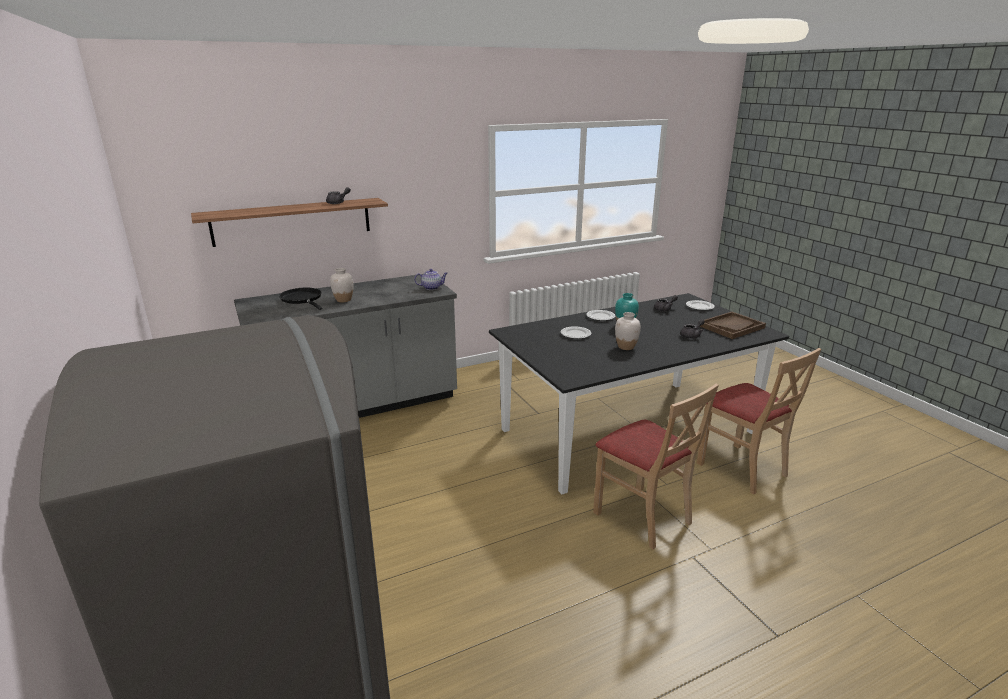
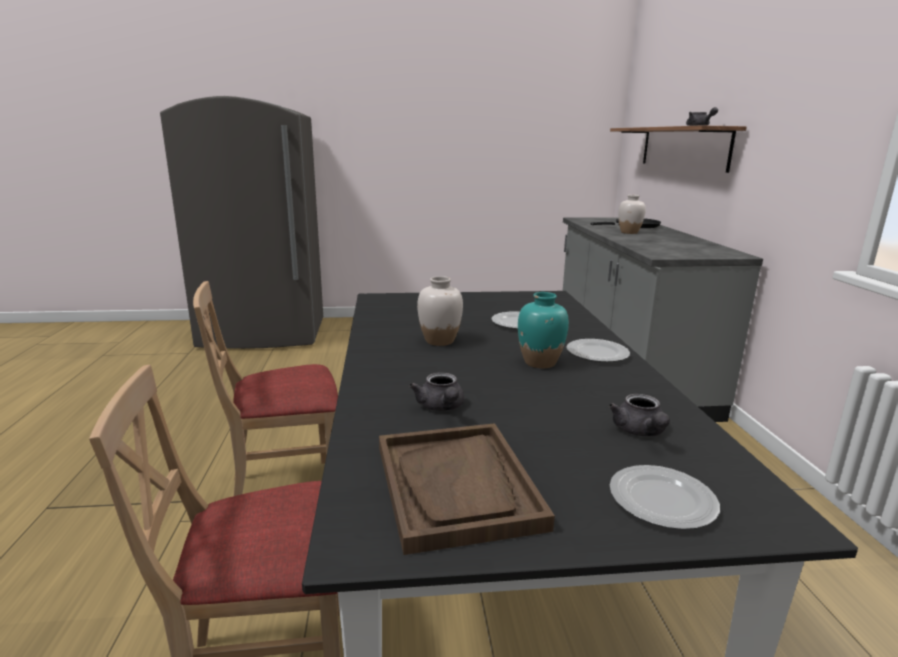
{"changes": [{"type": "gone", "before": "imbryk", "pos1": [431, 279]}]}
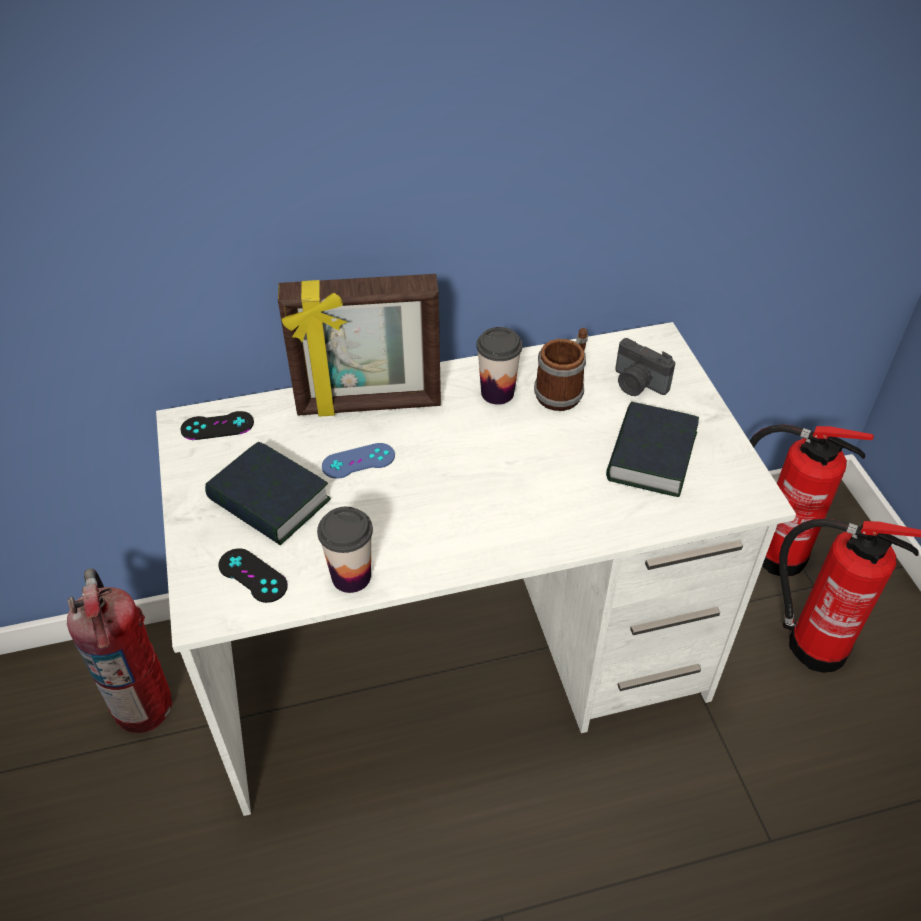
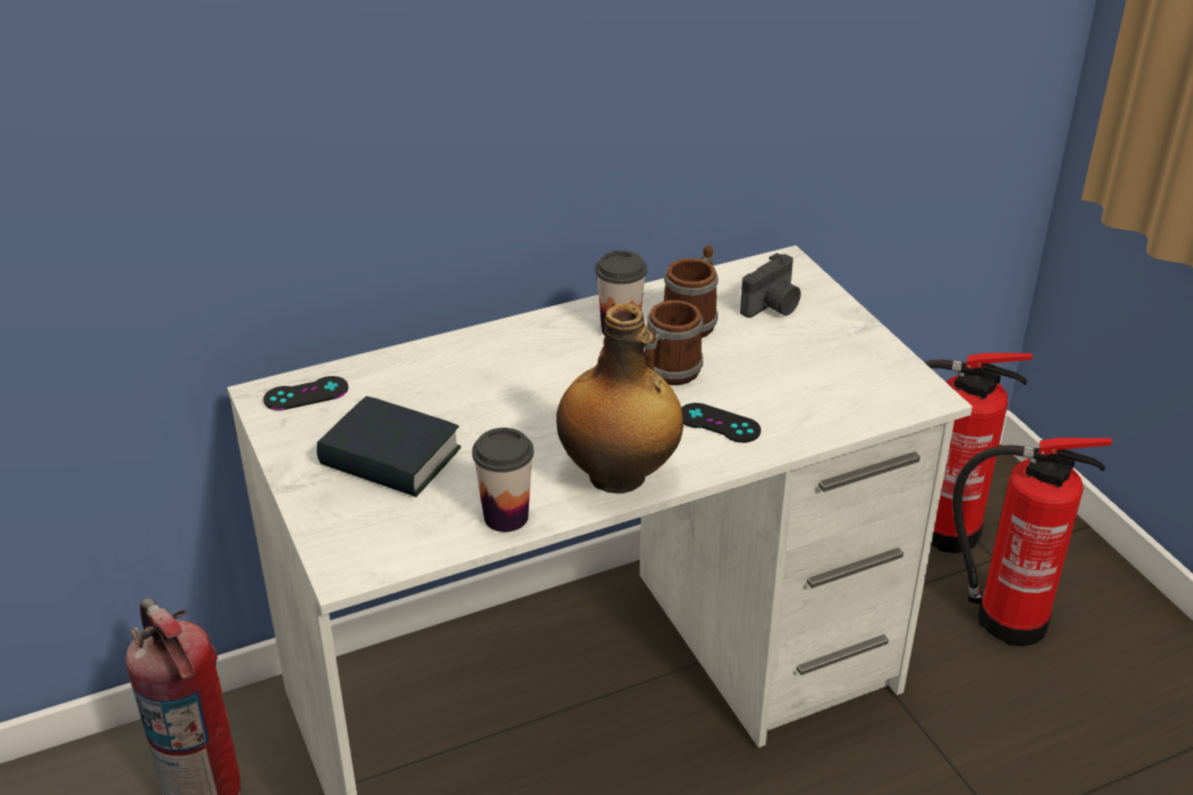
{"changes": [{"type": "gone", "before": "ramka na zdjęcie", "pos1": [359, 345]}, {"type": "rotated", "before": "aparat fotograficzny", "pos1": [645, 367], "pos2": [770, 285], "turn": -75}, {"type": "gone", "before": "książka", "pos1": [652, 449]}, {"type": "gone", "before": "pad do gier [niebieski]", "pos1": [358, 461]}, {"type": "shifted", "before": "pad do gier [czarny]", "pos1": [253, 575], "pos2": [721, 423]}, {"type": "new", "after": "kubek", "pos2": [673, 342]}, {"type": "new", "after": "butelka", "pos2": [619, 398]}]}
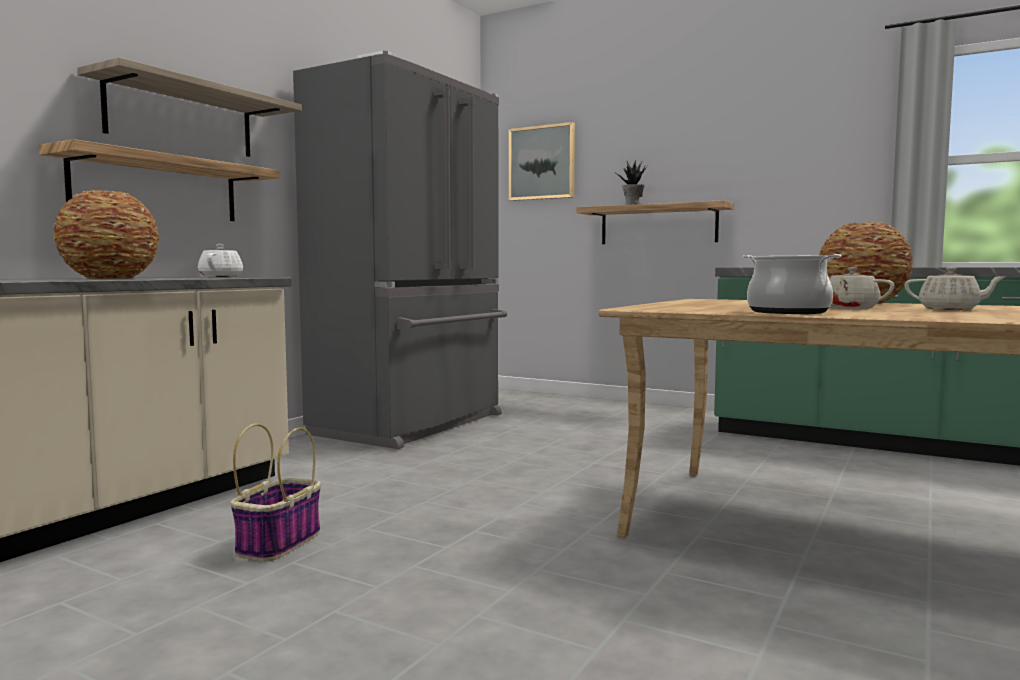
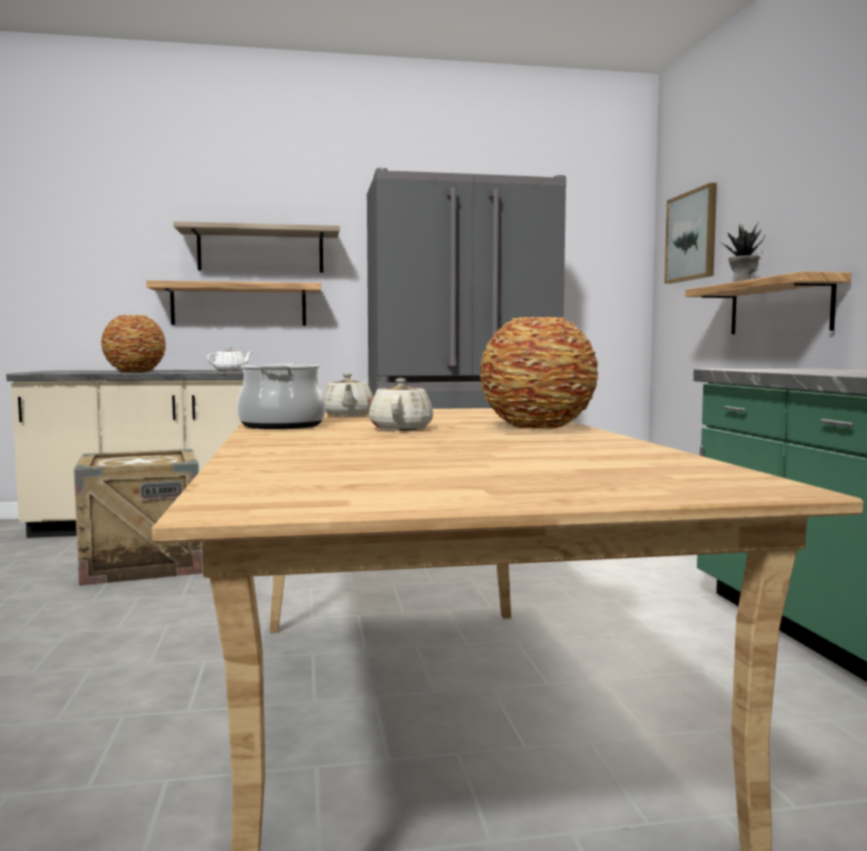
{"changes": [{"type": "shifted", "before": "imbryk [beżowy]", "pos1": [955, 288], "pos2": [348, 394]}, {"type": "swapped", "before": "koszyk", "after": "skrzynka", "pos1": [276, 492], "pos2": [138, 517]}]}
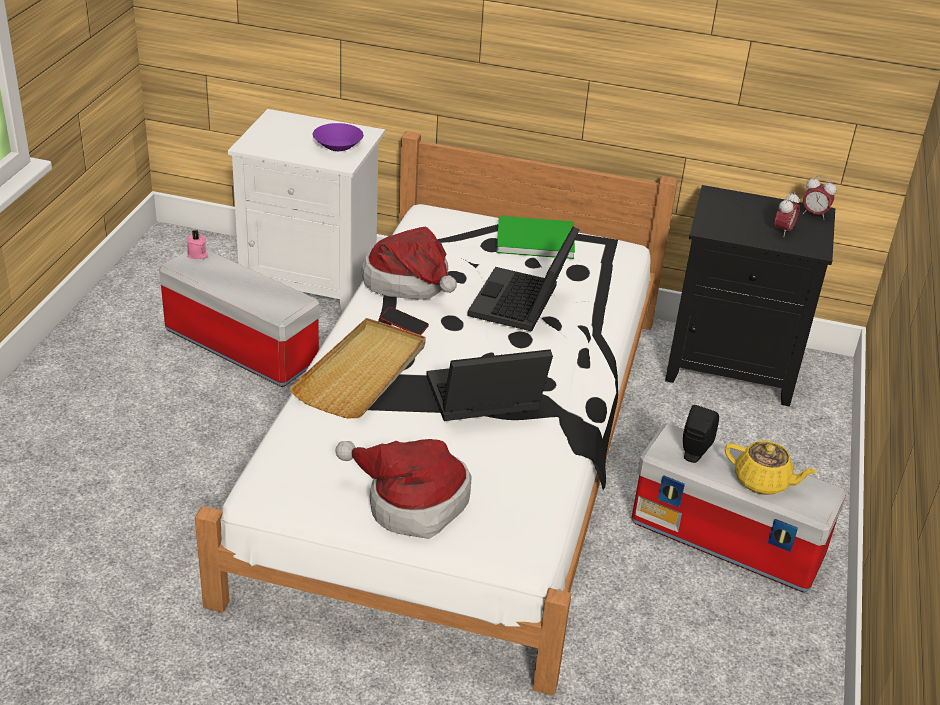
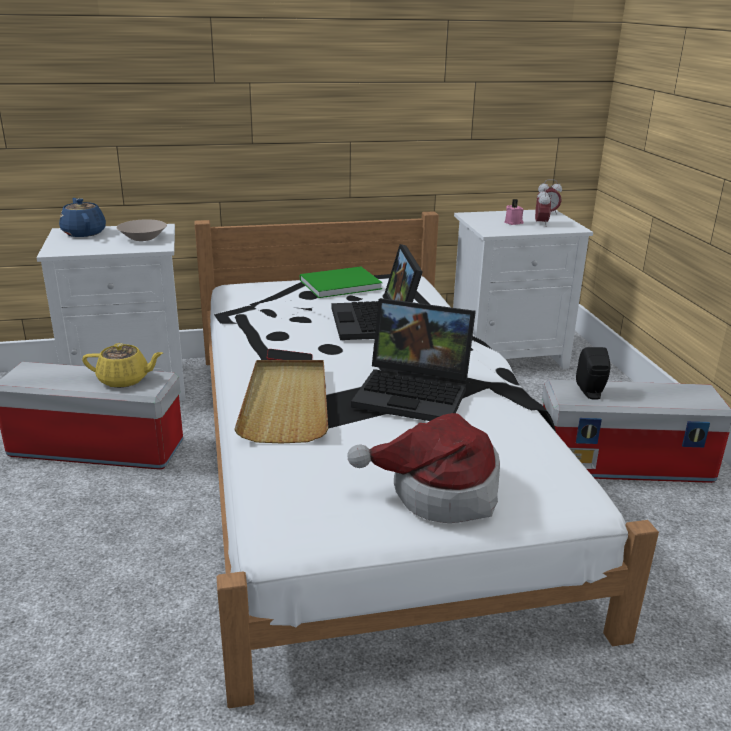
{"changes": [{"type": "repainted", "before": "miska [fioletowy]", "after": "miska [beżowy]", "pos1": [338, 137], "pos2": [142, 230]}, {"type": "repainted", "before": "szafka nocna [czarny]", "after": "szafka nocna [biały]", "pos1": [750, 296], "pos2": [523, 289]}, {"type": "gone", "before": "kapelusz", "pos1": [409, 263]}, {"type": "shifted", "before": "świeca [różowy]", "pos1": [197, 244], "pos2": [514, 212]}, {"type": "rotated", "before": "laptop", "pos1": [489, 385], "pos2": [413, 359], "turn": -120}, {"type": "shifted", "before": "imbryk [żółty]", "pos1": [771, 468], "pos2": [122, 365]}, {"type": "new", "after": "imbryk [niebieski]", "pos2": [82, 217]}]}
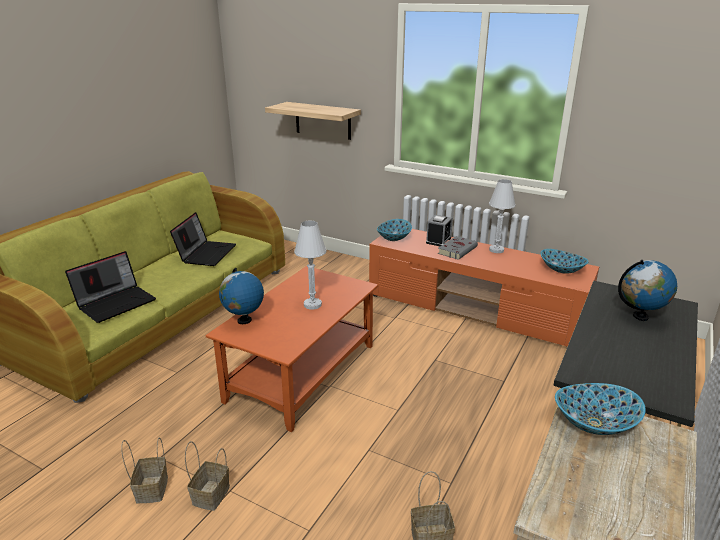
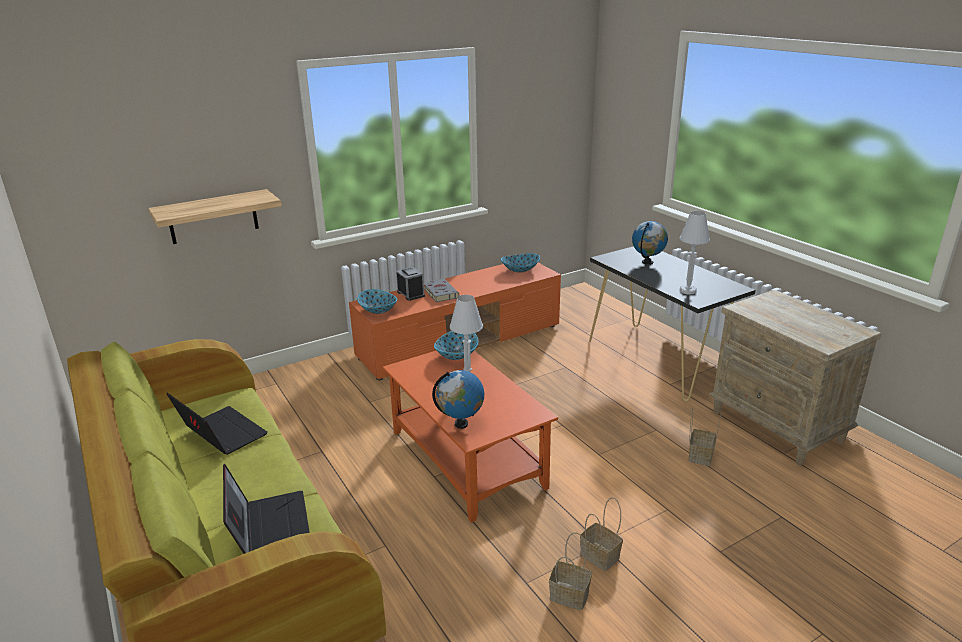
{"changes": [{"type": "shifted", "before": "lampa stołowa [biały]", "pos1": [502, 216], "pos2": [695, 252]}, {"type": "shifted", "before": "miska", "pos1": [600, 409], "pos2": [456, 345]}]}
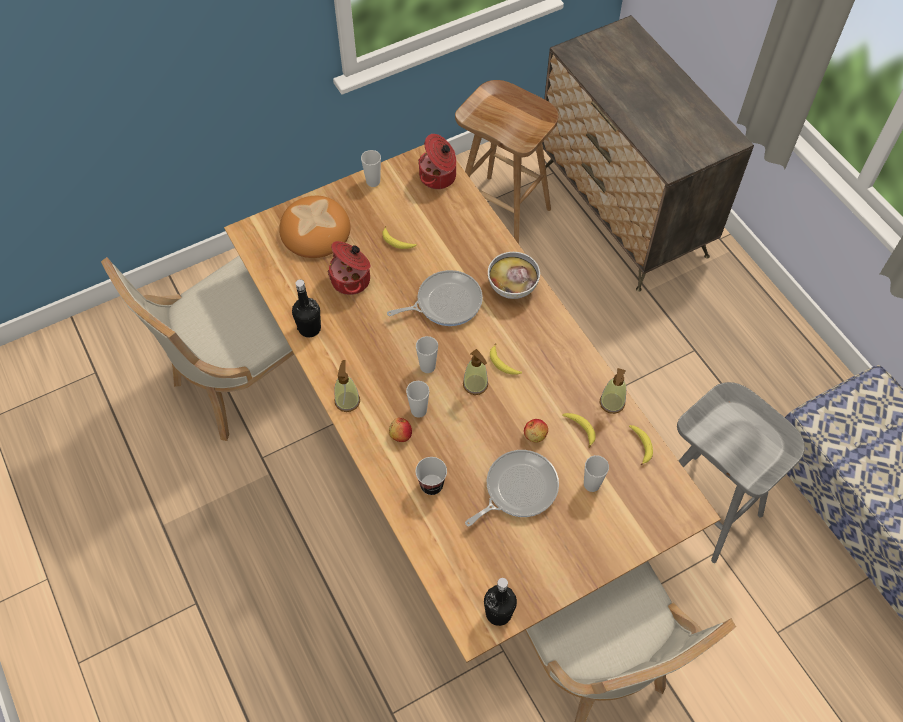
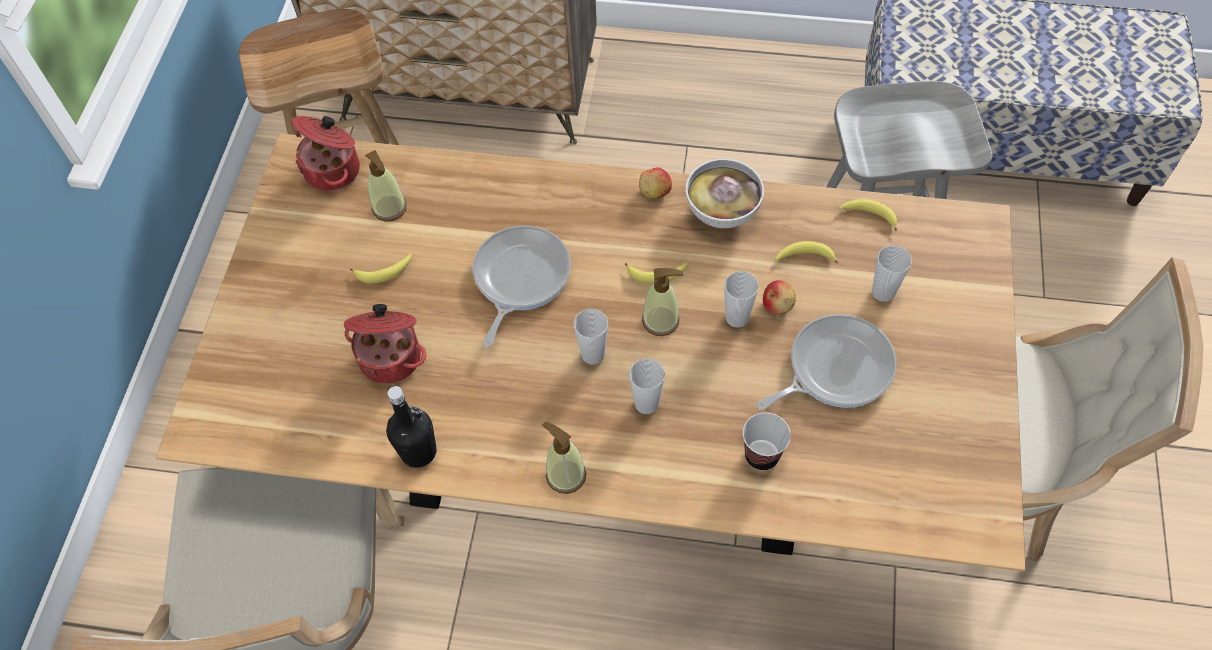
{"changes": [{"type": "shifted", "before": "filiżanka", "pos1": [371, 168], "pos2": [741, 299]}, {"type": "gone", "before": "chleb", "pos1": [314, 227]}, {"type": "shifted", "before": "miska", "pos1": [514, 275], "pos2": [725, 193]}, {"type": "shifted", "before": "dozownik mydła", "pos1": [613, 391], "pos2": [386, 185]}, {"type": "shifted", "before": "jabłko", "pos1": [400, 430], "pos2": [655, 183]}, {"type": "rotated", "before": "patelnia", "pos1": [512, 488], "pos2": [826, 362], "turn": 60}, {"type": "gone", "before": "butelka [czarny]", "pos1": [500, 602]}]}
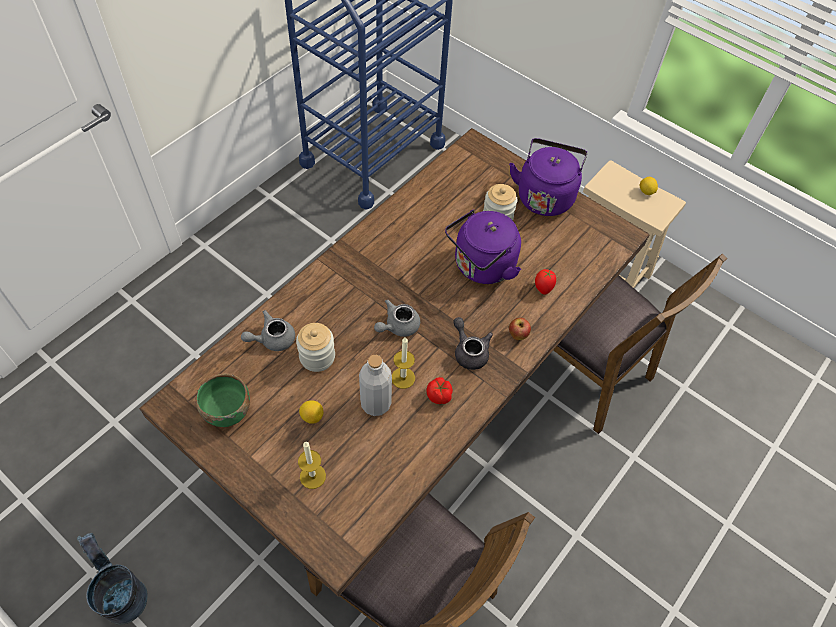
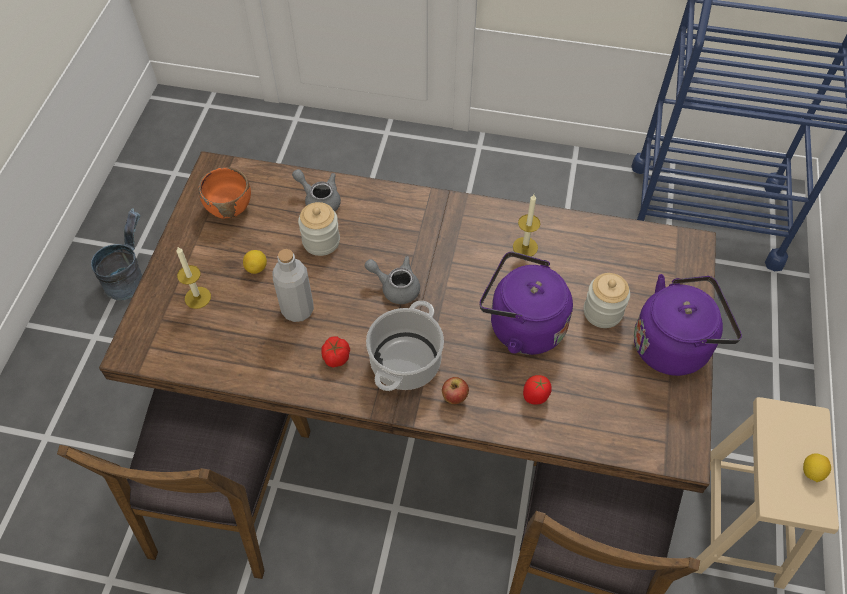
{"changes": [{"type": "swapped", "before": "imbryk [szary]", "after": "garnek", "pos1": [473, 343], "pos2": [405, 346]}, {"type": "shifted", "before": "świeca", "pos1": [403, 363], "pos2": [526, 225]}, {"type": "repainted", "before": "miska [zielony]", "after": "miska [pomarańczowy]", "pos1": [223, 400], "pos2": [224, 193]}]}
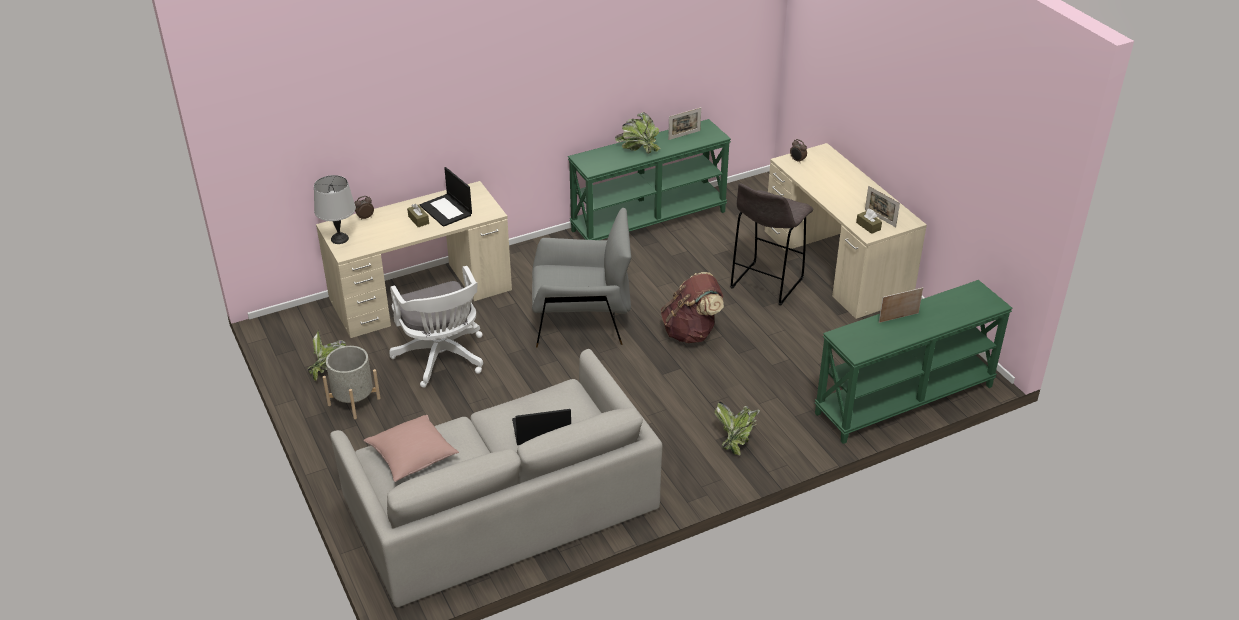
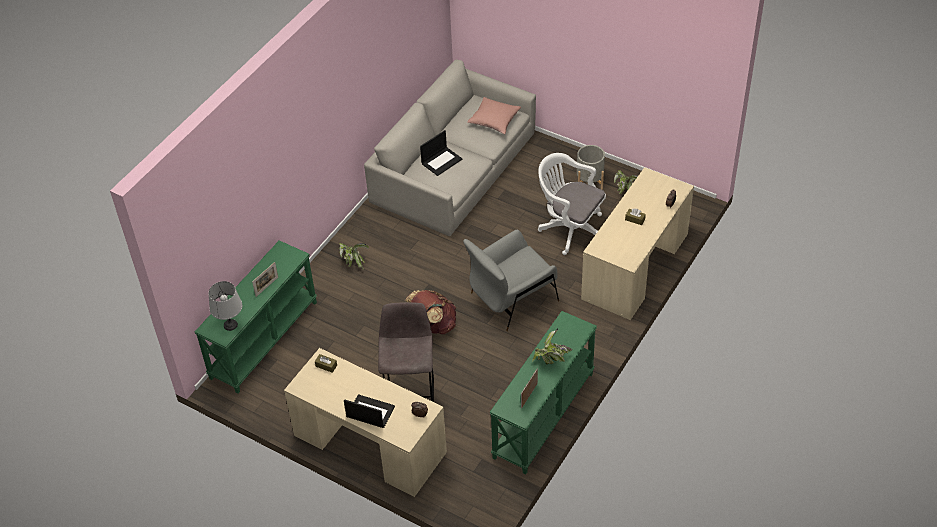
{"changes": [{"type": "shifted", "before": "laptop", "pos1": [446, 197], "pos2": [369, 411]}, {"type": "shifted", "before": "lampa stołowa [szary]", "pos1": [335, 209], "pos2": [225, 306]}, {"type": "gone", "before": "ramka na zdjęcie", "pos1": [882, 206]}]}
